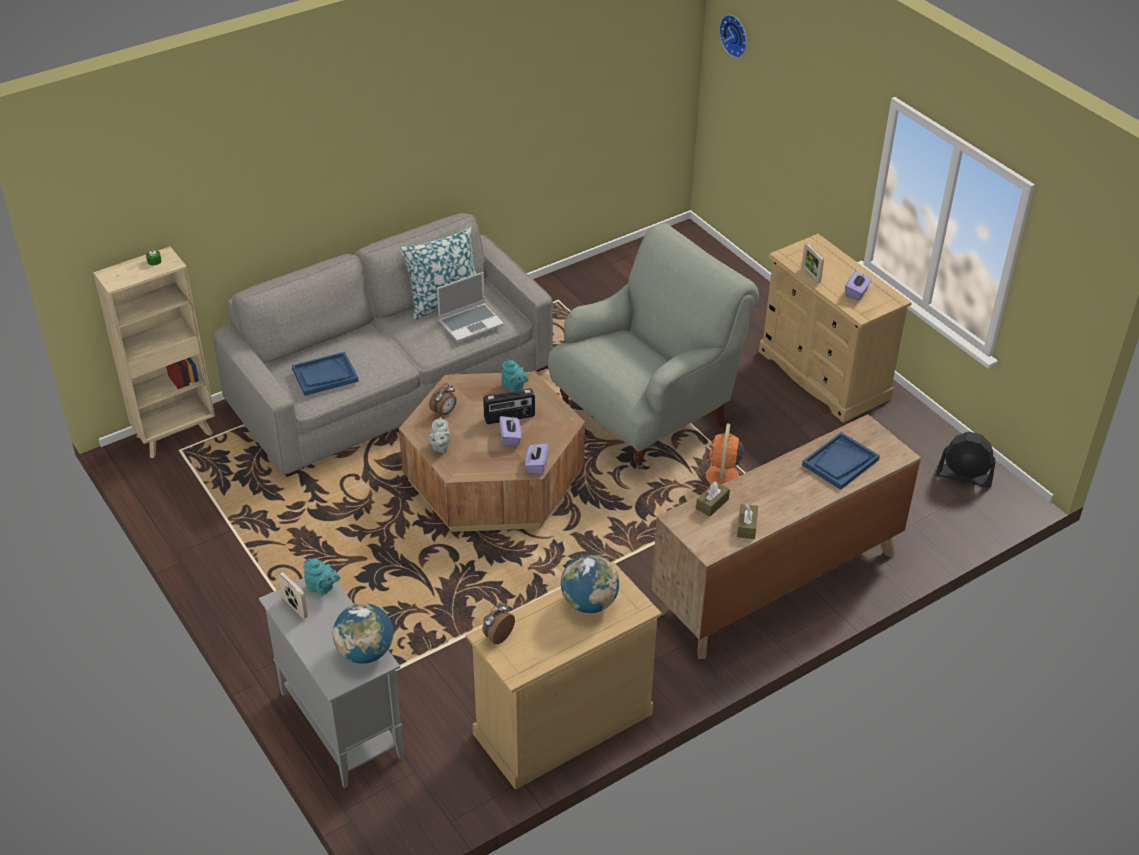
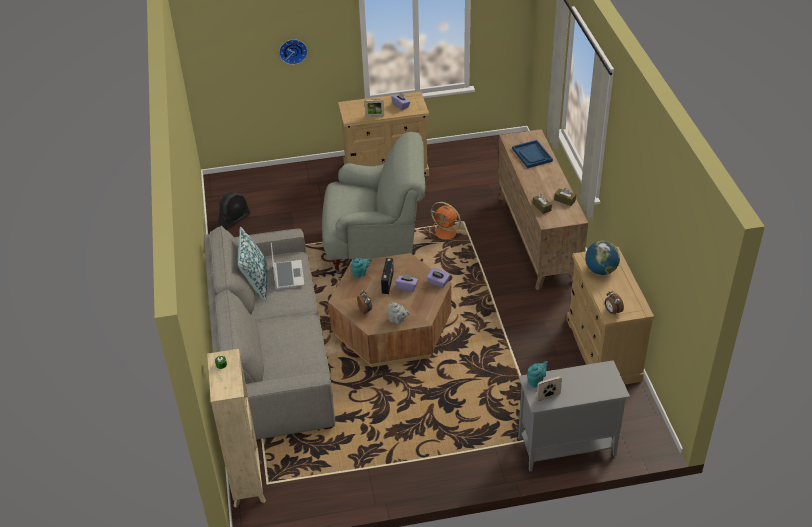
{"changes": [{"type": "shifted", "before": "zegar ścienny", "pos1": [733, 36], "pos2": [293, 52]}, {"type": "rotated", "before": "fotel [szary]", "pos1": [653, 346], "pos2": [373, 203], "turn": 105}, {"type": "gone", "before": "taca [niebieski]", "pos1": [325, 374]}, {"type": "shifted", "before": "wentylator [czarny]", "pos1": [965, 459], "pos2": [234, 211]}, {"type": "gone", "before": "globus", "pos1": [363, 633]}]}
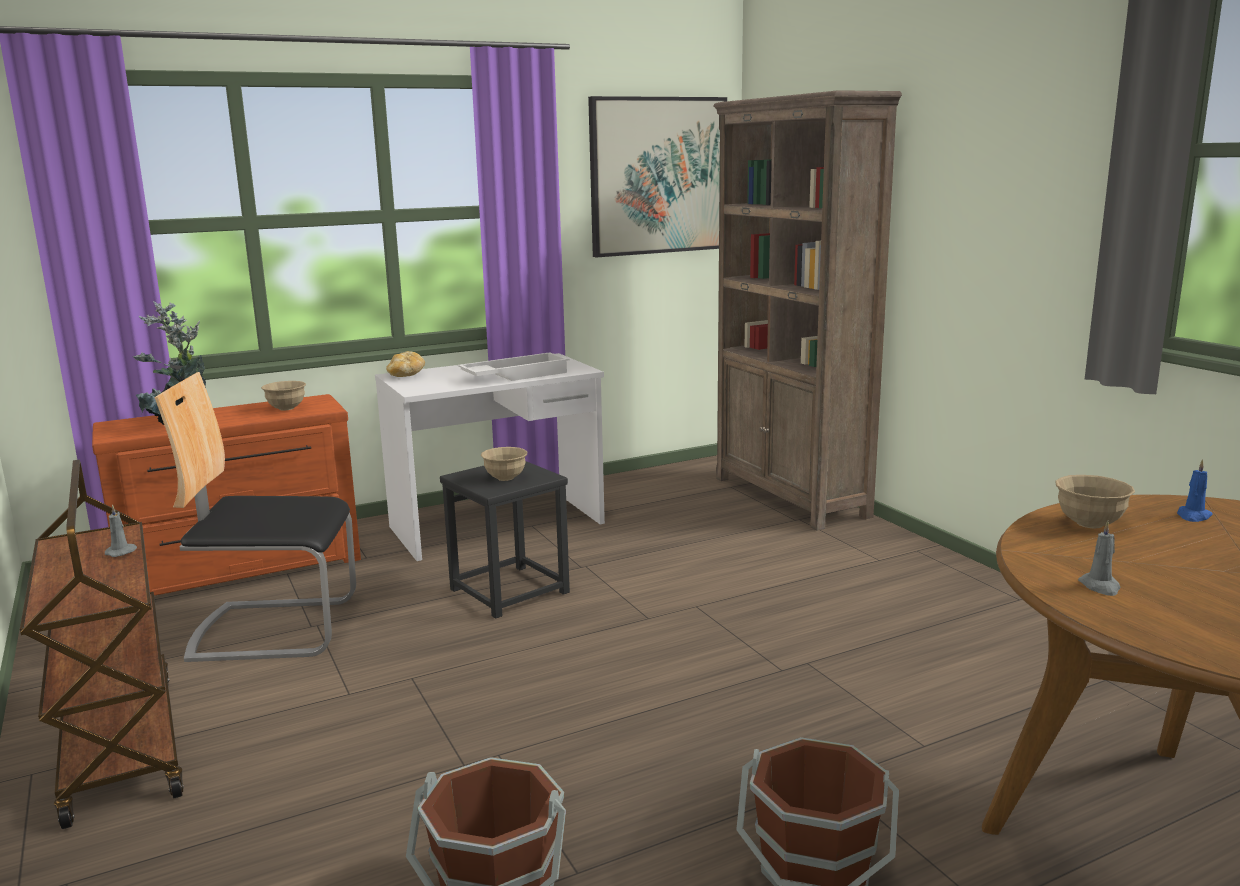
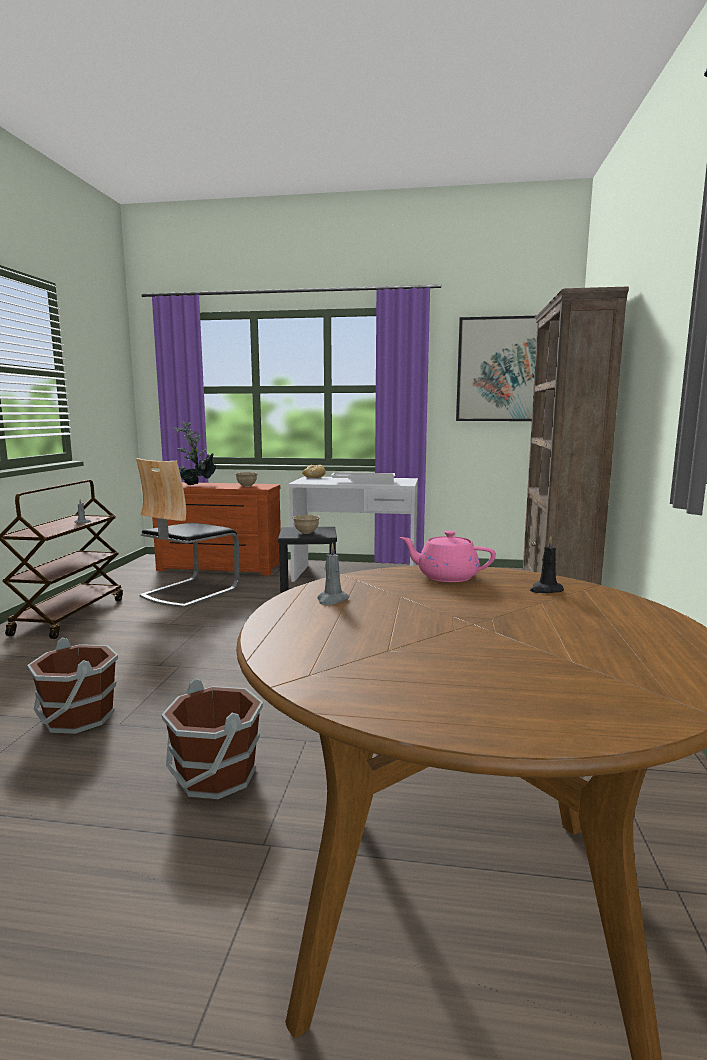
{"changes": [{"type": "rotated", "before": "krzesło", "pos1": [255, 517], "pos2": [188, 533], "turn": -90}, {"type": "repainted", "before": "świeca [niebieski]", "after": "świeca [czarny]", "pos1": [1195, 490], "pos2": [547, 564]}, {"type": "swapped", "before": "miska [beżowy]", "after": "imbryk [różowy]", "pos1": [1095, 501], "pos2": [447, 556]}]}
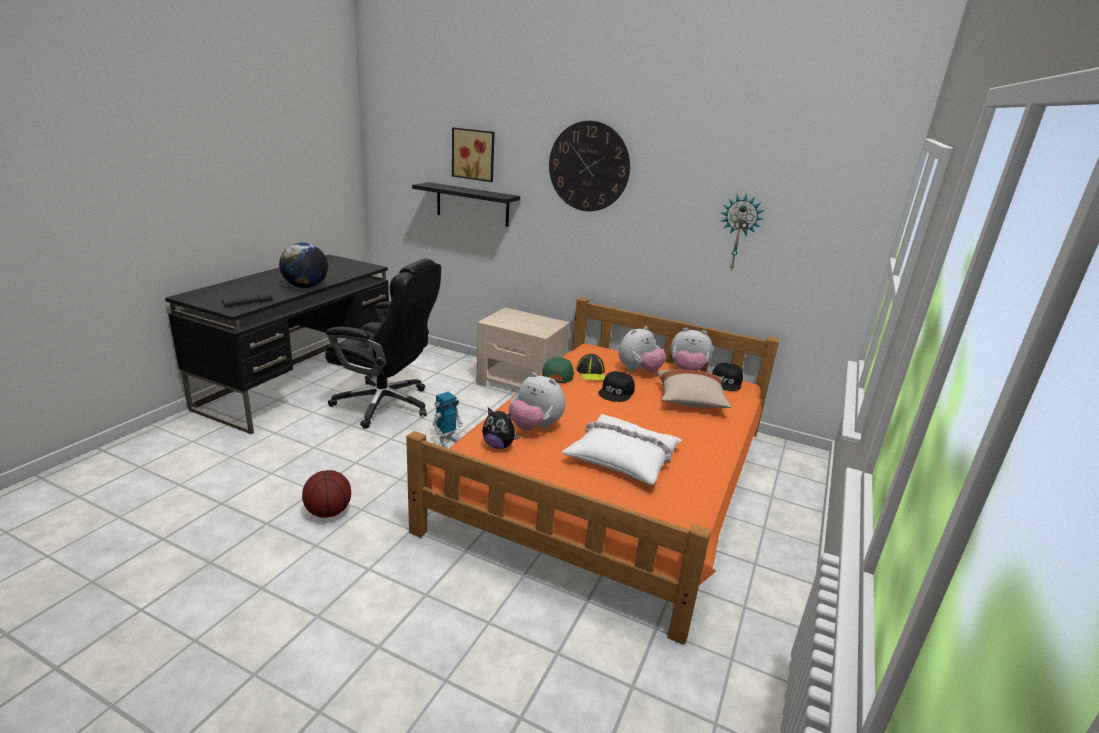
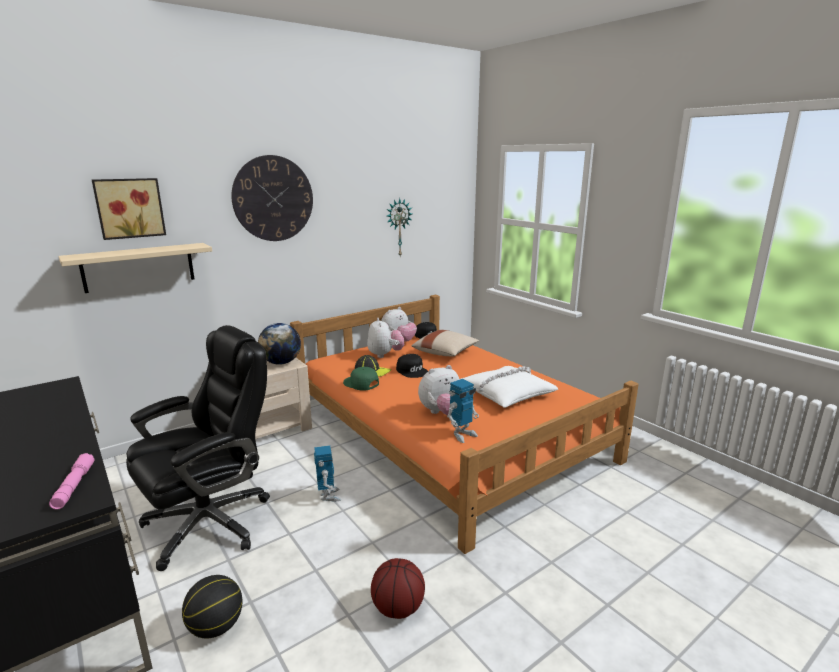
{"changes": [{"type": "repainted", "before": "półka [czarny]", "after": "półka [beżowy]", "pos1": [466, 204], "pos2": [135, 268]}, {"type": "shifted", "before": "globus", "pos1": [303, 265], "pos2": [279, 344]}, {"type": "repainted", "before": "latarka [szary]", "after": "latarka [różowy]", "pos1": [247, 299], "pos2": [72, 481]}, {"type": "swapped", "before": "pluszak", "after": "robot zabawkowy", "pos1": [501, 428], "pos2": [463, 411]}, {"type": "new", "after": "piłka do koszykówki", "pos2": [212, 606]}]}
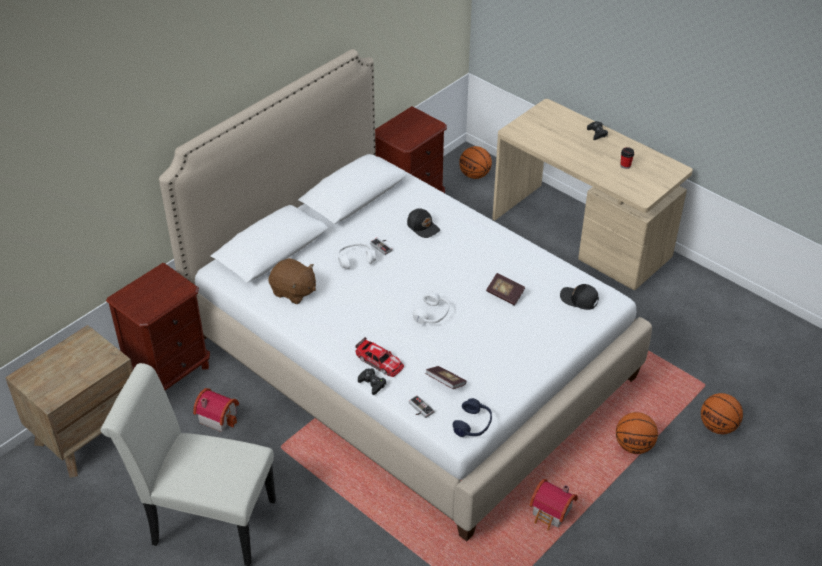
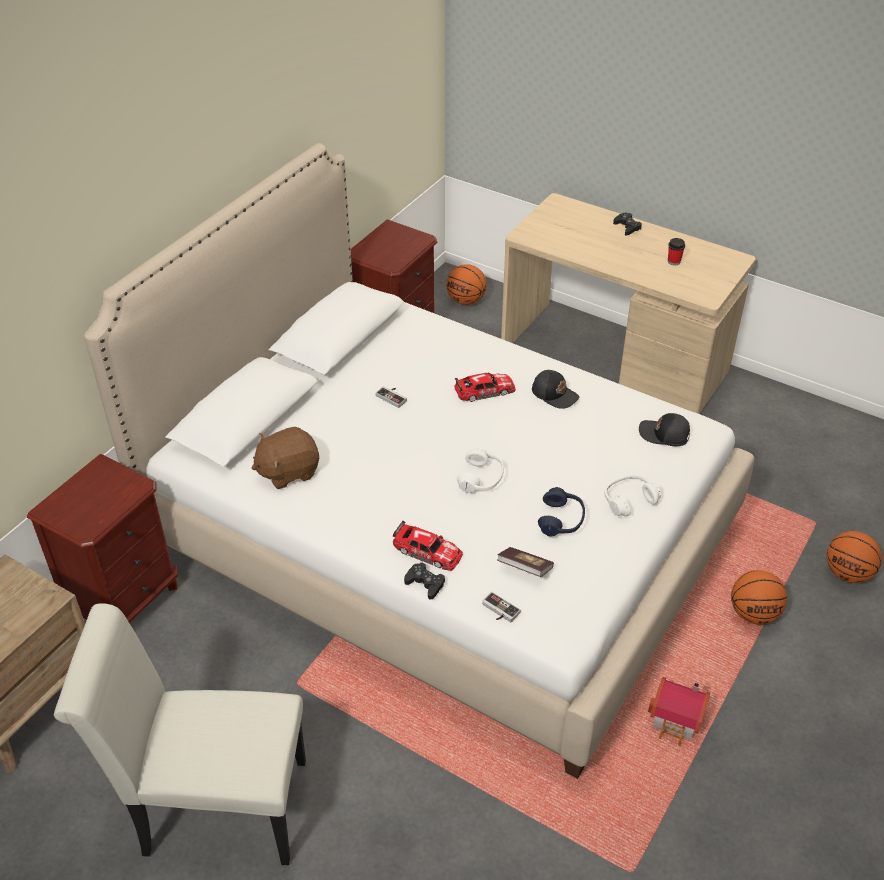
{"changes": [{"type": "shifted", "before": "czapka z daszkiem [czarny]", "pos1": [423, 223], "pos2": [555, 389]}, {"type": "shifted", "before": "słuchawki [biały]", "pos1": [357, 256], "pos2": [633, 495]}, {"type": "rotated", "before": "pluszak [brązowy]", "pos1": [292, 281], "pos2": [285, 458], "turn": 135}, {"type": "gone", "before": "książka", "pos1": [505, 289]}, {"type": "gone", "before": "domek", "pos1": [216, 410]}, {"type": "shifted", "before": "słuchawki [niebieski]", "pos1": [472, 417], "pos2": [561, 511]}, {"type": "new", "after": "samochodzik", "pos2": [485, 387]}]}
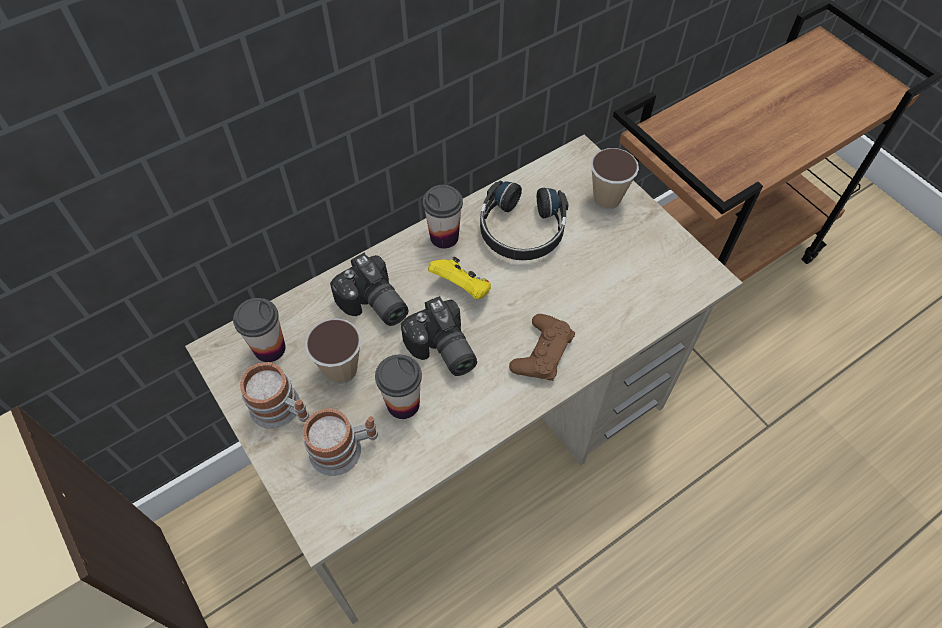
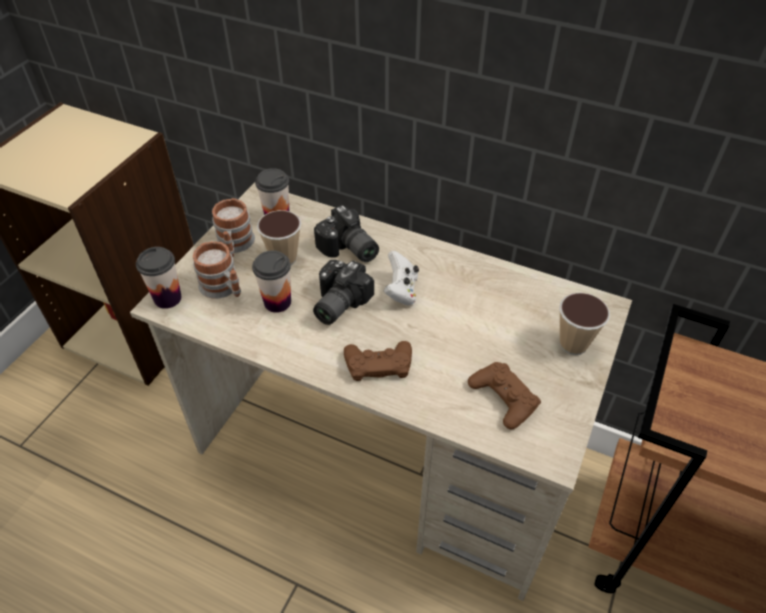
{"changes": [{"type": "gone", "before": "słuchawki [czarny]", "pos1": [524, 220]}, {"type": "shifted", "before": "filiżanka", "pos1": [443, 217], "pos2": [159, 278]}, {"type": "rotated", "before": "aparat fotograficzny", "pos1": [369, 289], "pos2": [346, 233], "turn": -60}, {"type": "repainted", "before": "pad do gier [żółty]", "after": "pad do gier [biały]", "pos1": [459, 278], "pos2": [401, 278]}, {"type": "new", "after": "pad do gier [brązowy]", "pos2": [504, 395]}]}
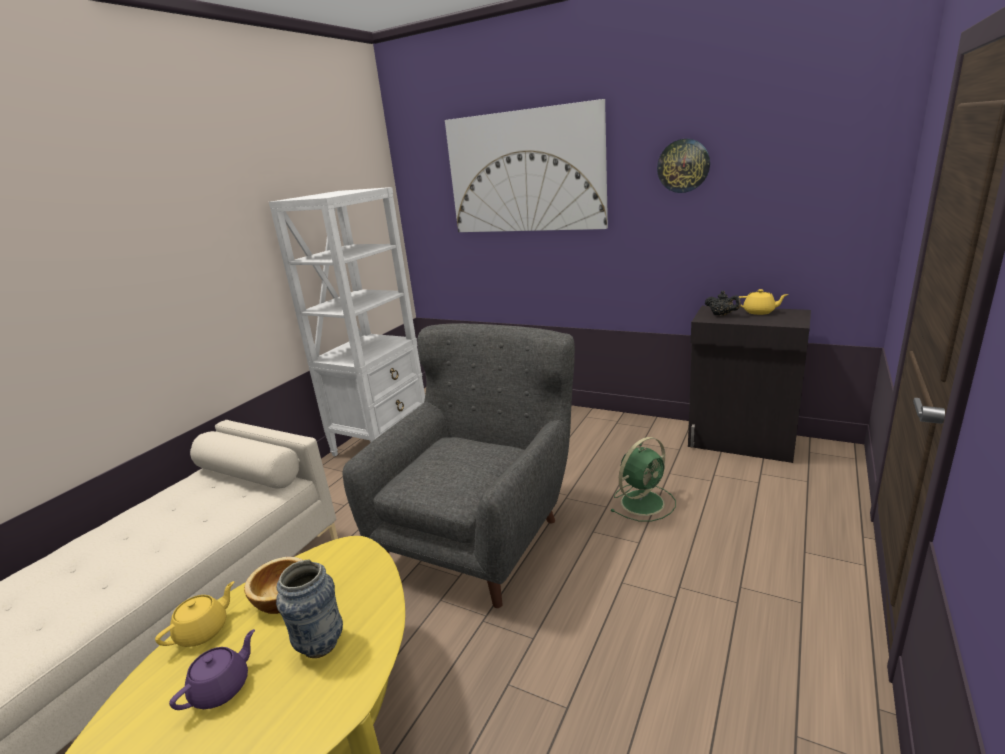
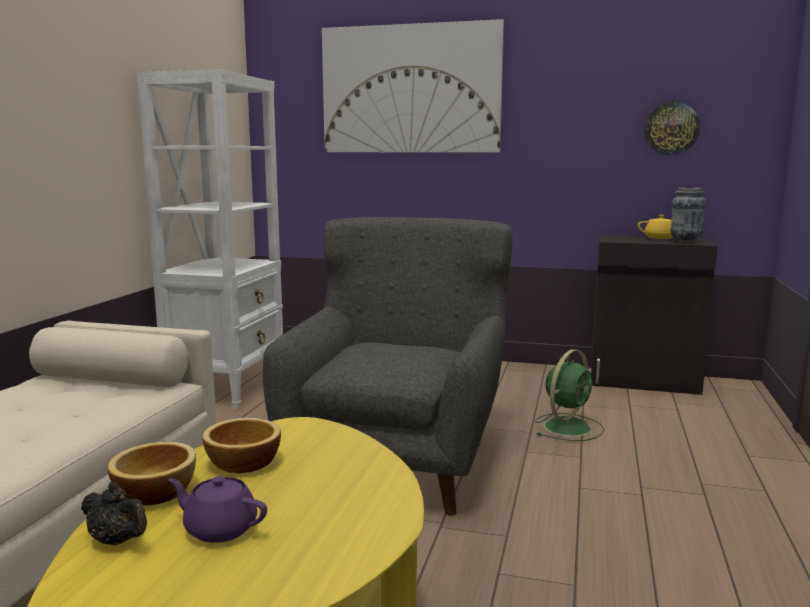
{"changes": [{"type": "shifted", "before": "zegar ścienny", "pos1": [683, 166], "pos2": [672, 128]}, {"type": "shifted", "before": "imbryk [czarny]", "pos1": [723, 303], "pos2": [114, 513]}, {"type": "shifted", "before": "wazon", "pos1": [309, 609], "pos2": [688, 216]}, {"type": "swapped", "before": "imbryk [żółty]", "after": "miska", "pos1": [194, 614], "pos2": [151, 474]}, {"type": "rotated", "before": "imbryk [fioletowy]", "pos1": [212, 669], "pos2": [217, 509], "turn": -90}]}
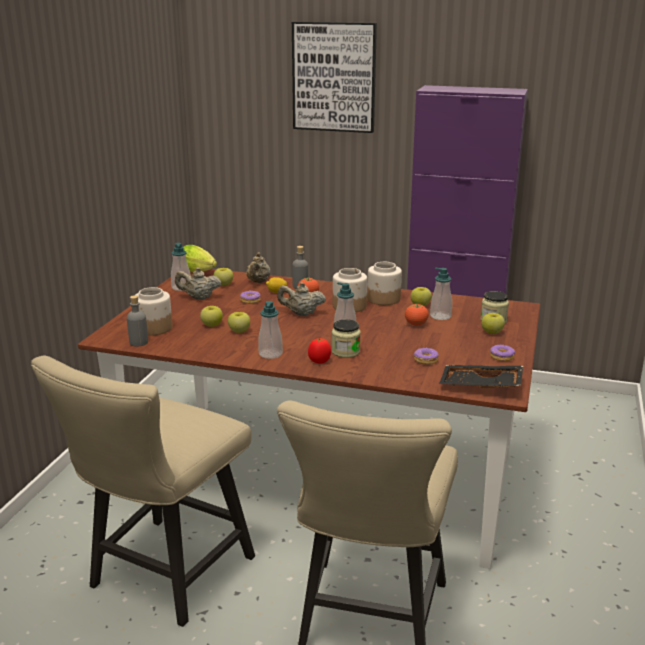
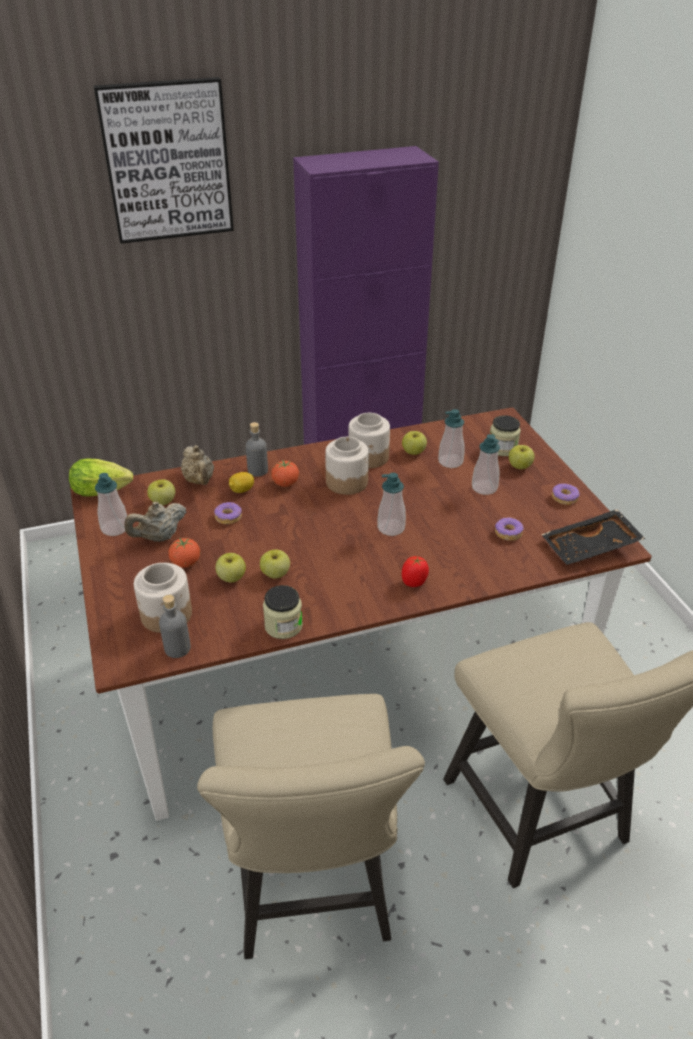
{"changes": [{"type": "gone", "before": "imbryk [beżowy]", "pos1": [301, 299]}, {"type": "shifted", "before": "dozownik mydła", "pos1": [270, 330], "pos2": [486, 464]}, {"type": "shifted", "before": "pomidor", "pos1": [417, 314], "pos2": [184, 553]}, {"type": "shifted", "before": "słoik", "pos1": [346, 338], "pos2": [283, 612]}]}
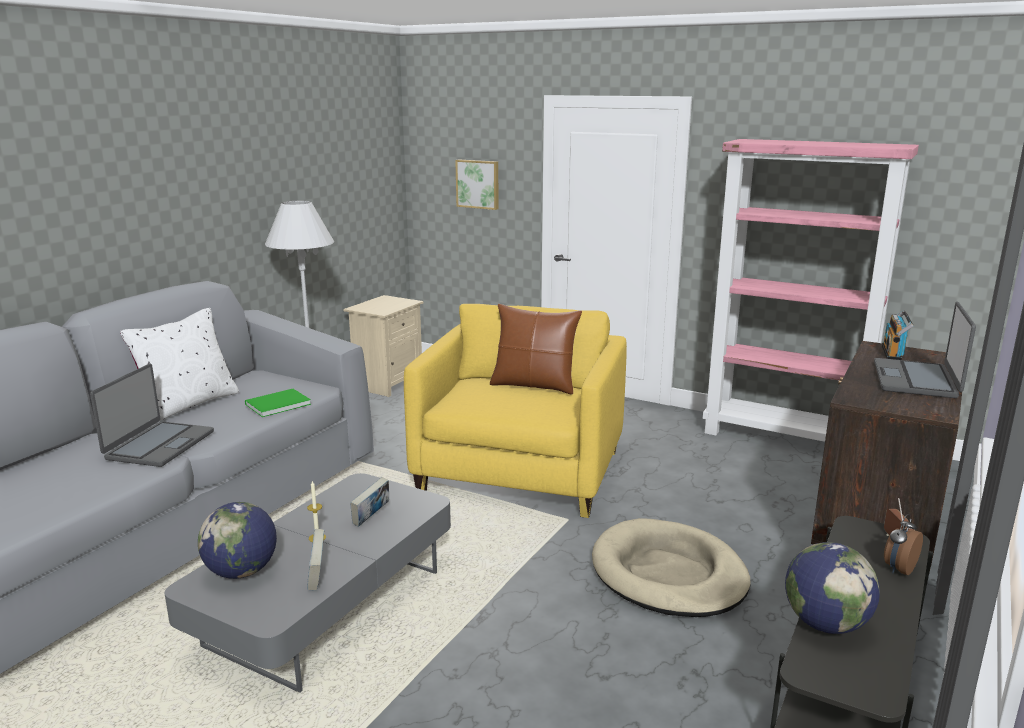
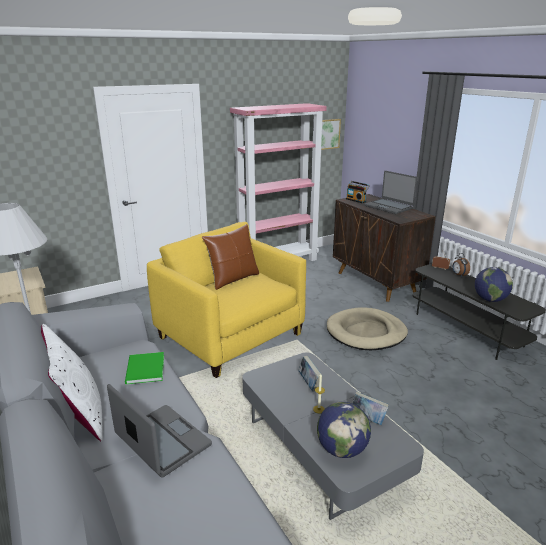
{"changes": [{"type": "shifted", "before": "obraz", "pos1": [477, 184], "pos2": [331, 134]}]}
